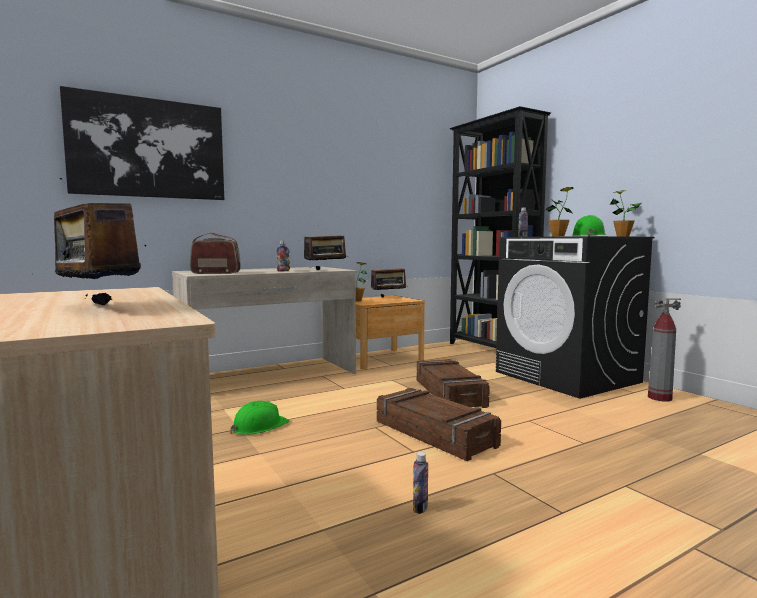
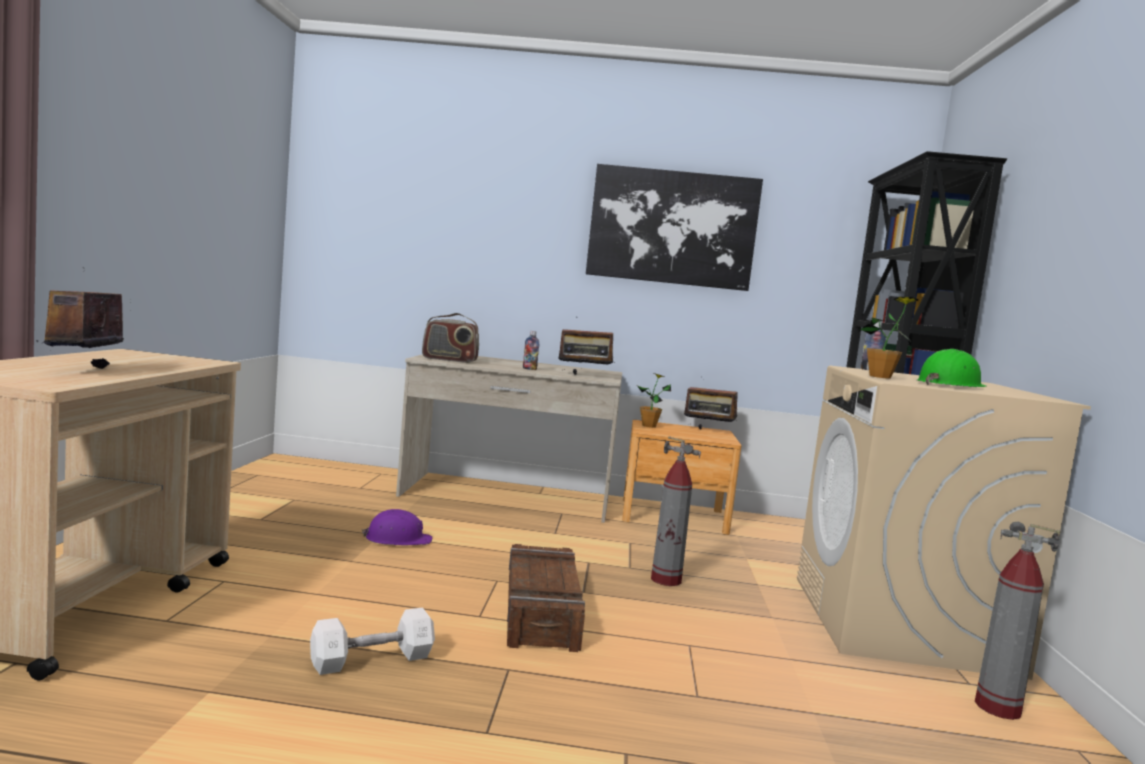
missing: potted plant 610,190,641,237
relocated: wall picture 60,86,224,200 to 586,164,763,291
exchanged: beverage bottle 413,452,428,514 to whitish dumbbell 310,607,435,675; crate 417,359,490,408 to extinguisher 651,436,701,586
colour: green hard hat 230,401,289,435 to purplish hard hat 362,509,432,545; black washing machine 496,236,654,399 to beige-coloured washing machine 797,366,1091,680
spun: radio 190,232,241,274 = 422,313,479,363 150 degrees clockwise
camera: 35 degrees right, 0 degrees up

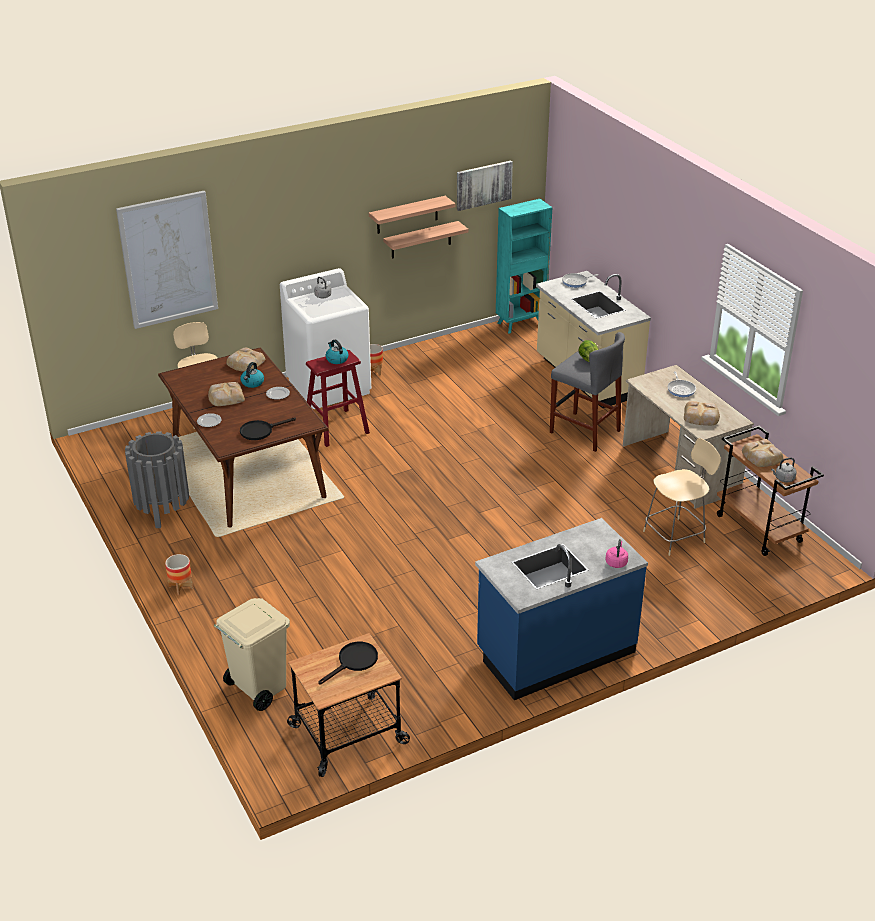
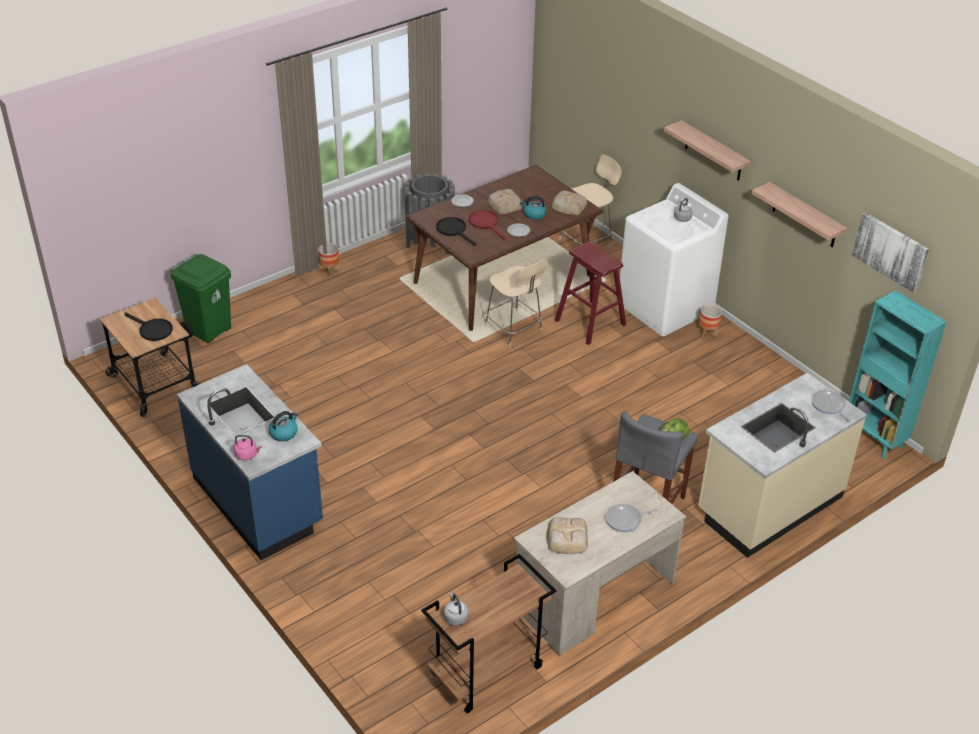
missing: wall picture 116,191,218,329; bread 742,439,783,467
appeared: red pan 469,210,506,240
relocated: water kettle 326,339,349,364 to 269,411,298,441; bracket shelf 383,221,468,259 to 664,120,751,181; beige-coloured upright chair 643,438,721,556 to 485,260,548,347
colour: beige-coloured rubbish bin 214,598,290,711 to green rubbish bin 170,254,231,343
camera: 80 degrees right, 5 degrees up

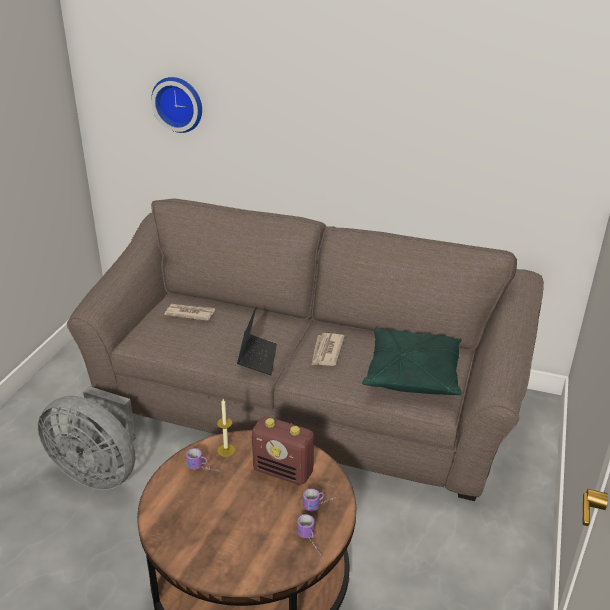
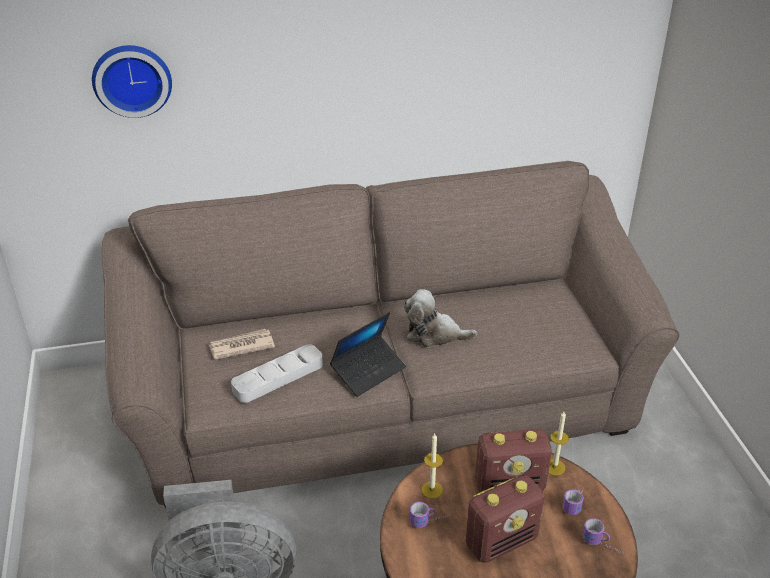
missing: green cushion 362,328,462,395
appeared: greyish carrying tray 231,344,323,403; radio 465,475,544,563; wax candle 548,412,569,476
exchanged: printed paper 312,333,345,366 to plush toy 404,289,477,348
spun: laptop 237,307,277,375 = 330,312,406,397 75 degrees clockwise
camera: 30 degrees left, 5 degrees up

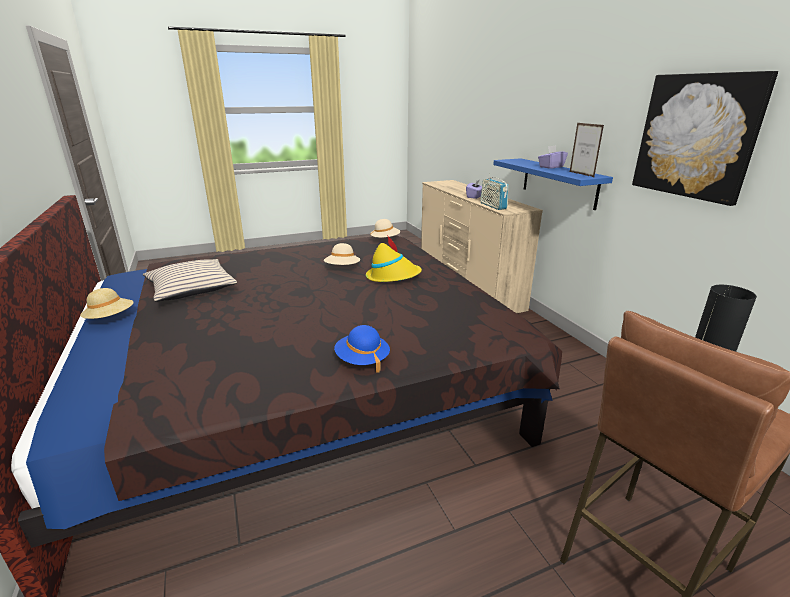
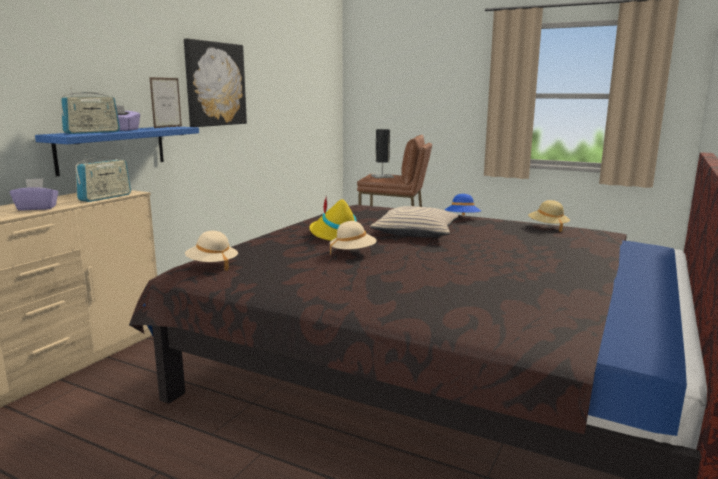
appeared: radio 61,88,120,134
relocated: beige-coloured wearable hat 80,288,134,319 to 528,200,570,232; beige-coloured cushion 143,259,237,302 to 370,206,459,238
camera: 130 degrees left, 10 degrees down

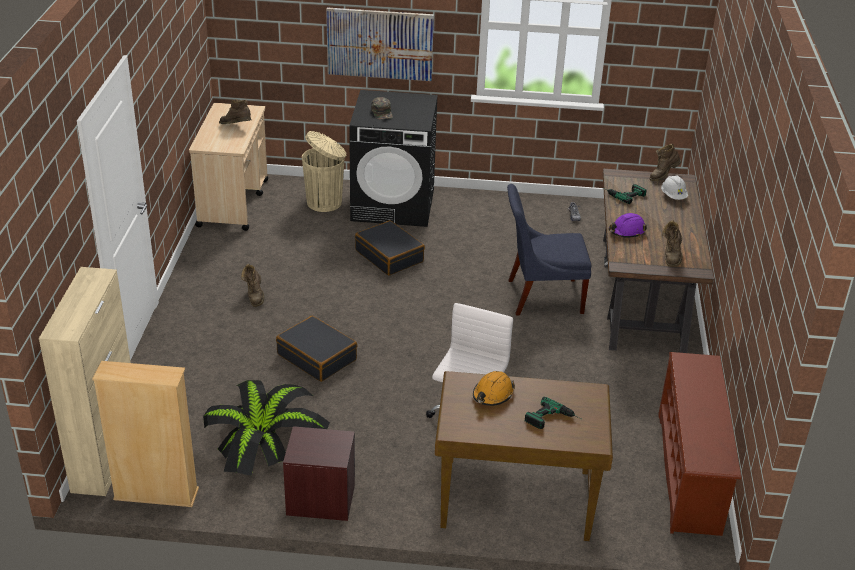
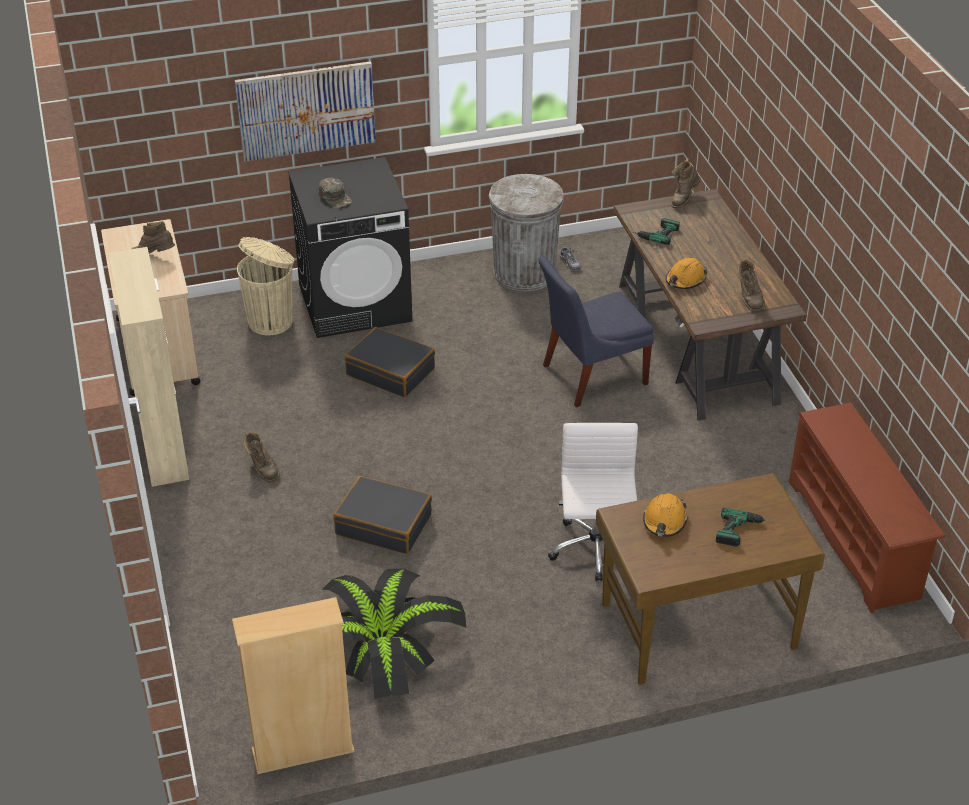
missing: brownish bedside table 283,426,355,521; whitish hard hat 661,175,688,200
appeared: greyish rubbish bin 489,174,564,291
relocated: beige-coloured storage cabinet 39,267,131,496 to 109,247,189,487
colour: purplish hard hat 609,213,647,237 to orange hard hat 665,258,707,289
camera: 20 degrees left, 5 degrees up

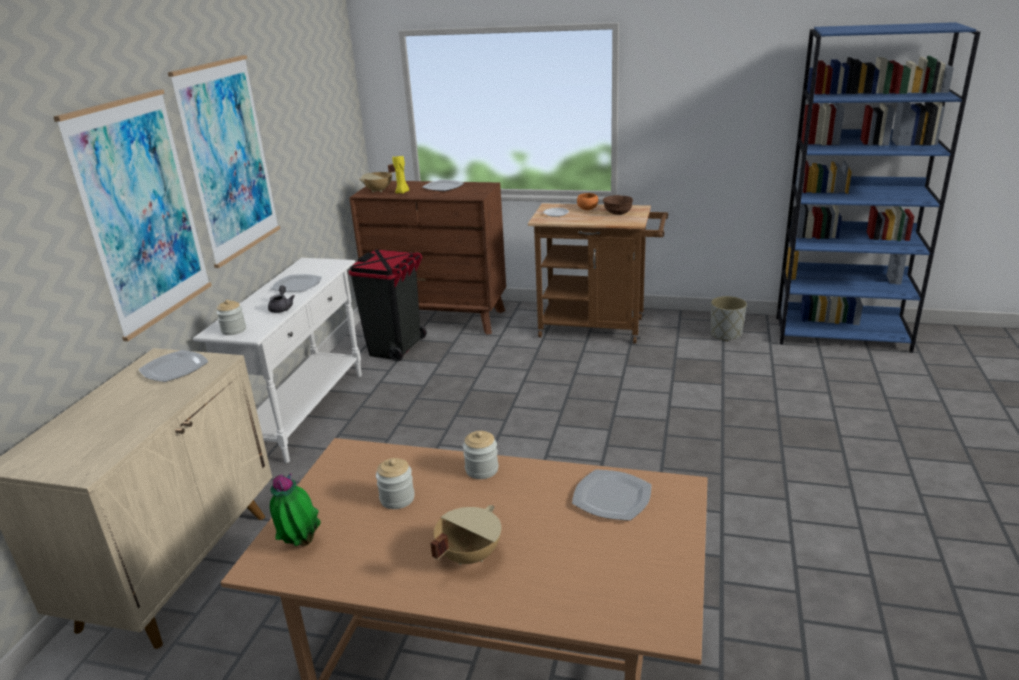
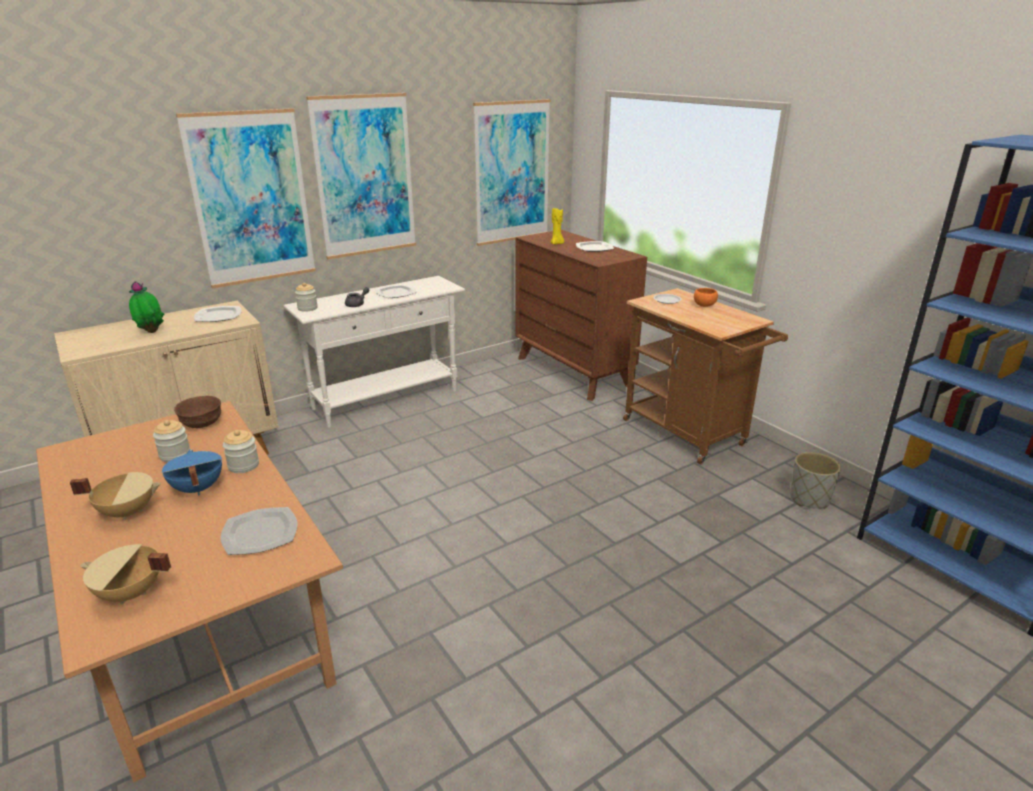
missing: black rubbish bin 349,250,427,361
appeared: blue cooking pot 162,449,222,495; wall picture 473,99,551,246
relocated: potted plant 270,473,321,546 to 129,281,164,333; beige-coloured cooking pot 359,164,395,192 to 80,544,171,605; brownish deep dish 603,195,633,215 to 174,396,221,428
camera: 40 degrees right, 0 degrees up

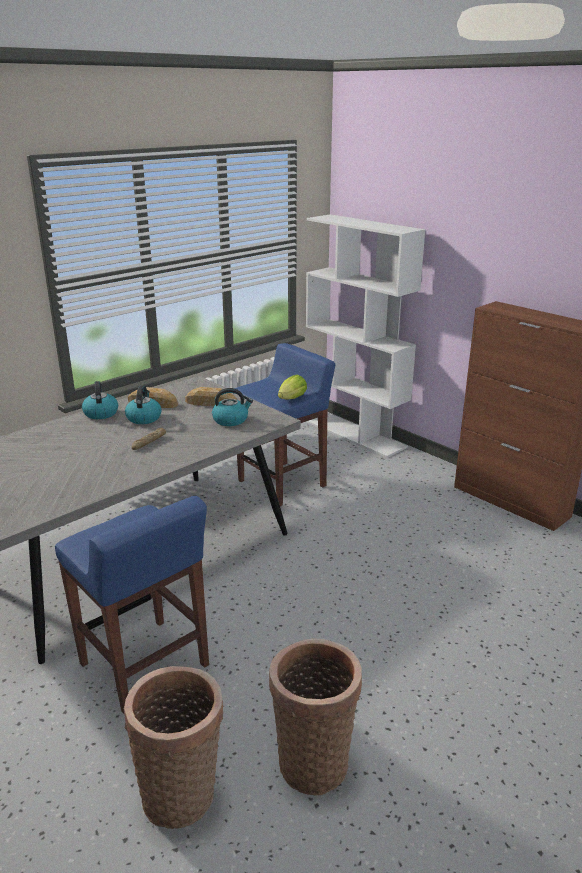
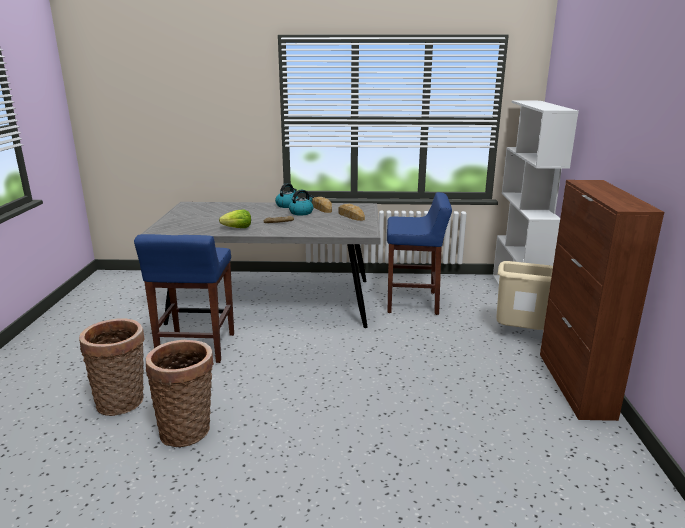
missing: water kettle 212,388,253,426
appeared: beige-coloured rubbish bin 496,261,553,330
relocated: lettuce 278,375,307,400 to 219,209,251,228
camera: 45 degrees right, 5 degrees down

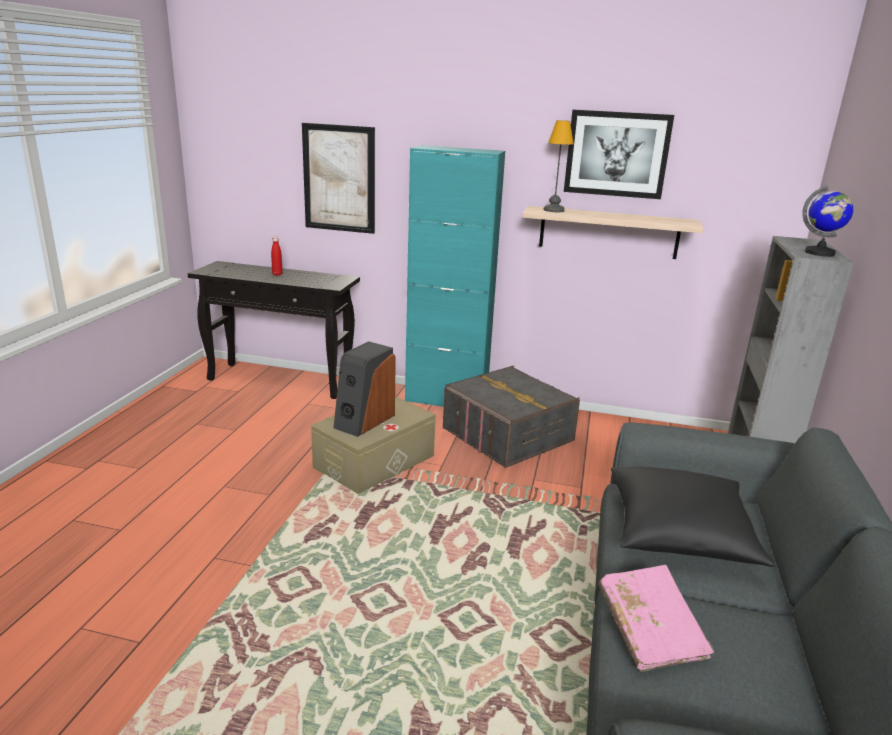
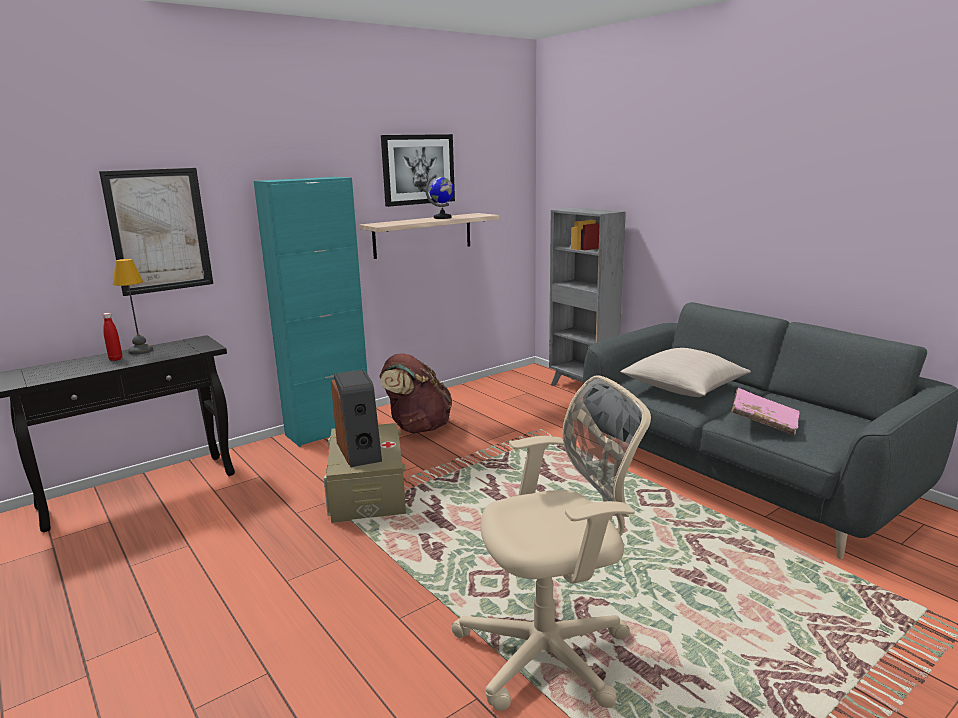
appeared: beige-coloured office chair 451,375,651,711
relocated: lamp for a table 543,120,574,212 to 113,259,154,355; desk globe 802,185,853,257 to 425,174,454,219
exchanged: greyish storage box 443,366,580,468 to brownish rucksack 379,353,452,434
colour: black cushion 611,467,774,567 to beige-coloured cushion 620,348,751,397
camera: 50 degrees left, 5 degrees down

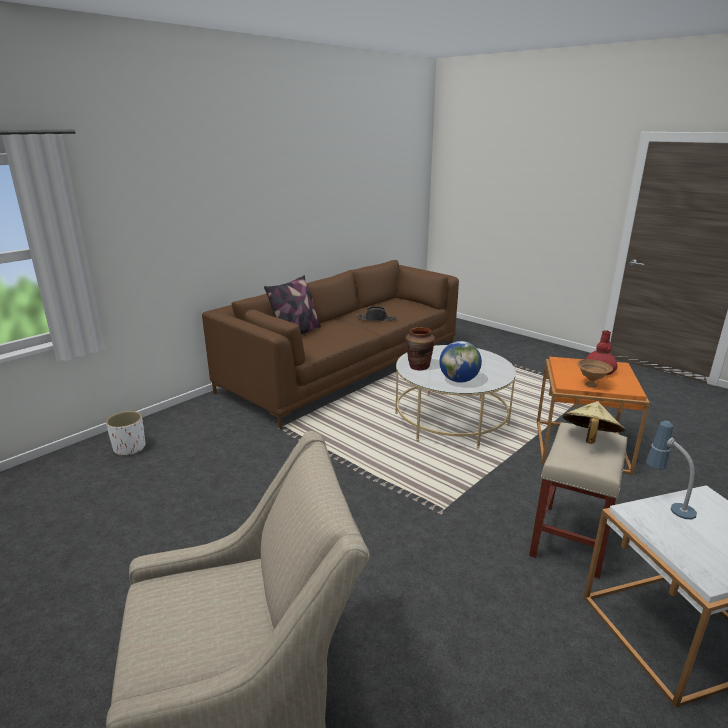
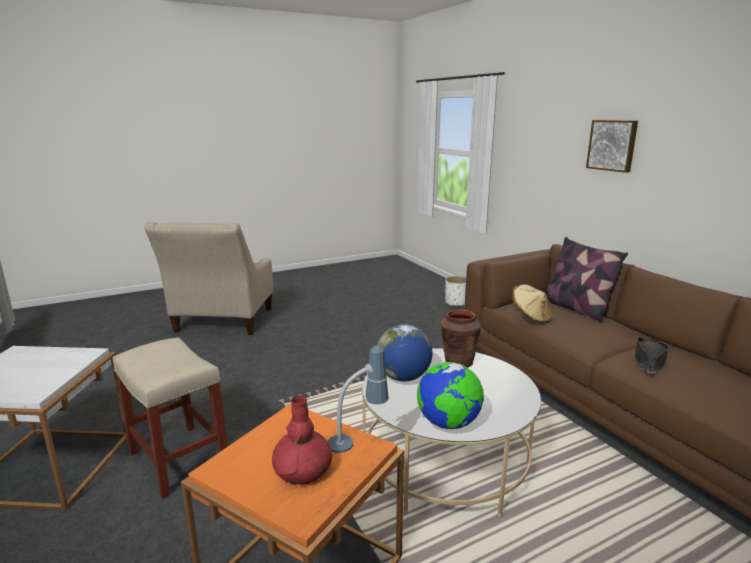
missing: brownish deep dish 577,359,613,387
appeared: desk globe 417,362,484,429; wall picture 586,120,638,173
relocated: beige-coloured wearable hat 562,401,625,444 to 512,285,553,323; lamp for a table 646,421,697,520 to 327,346,389,453
camera: 110 degrees right, 5 degrees down

